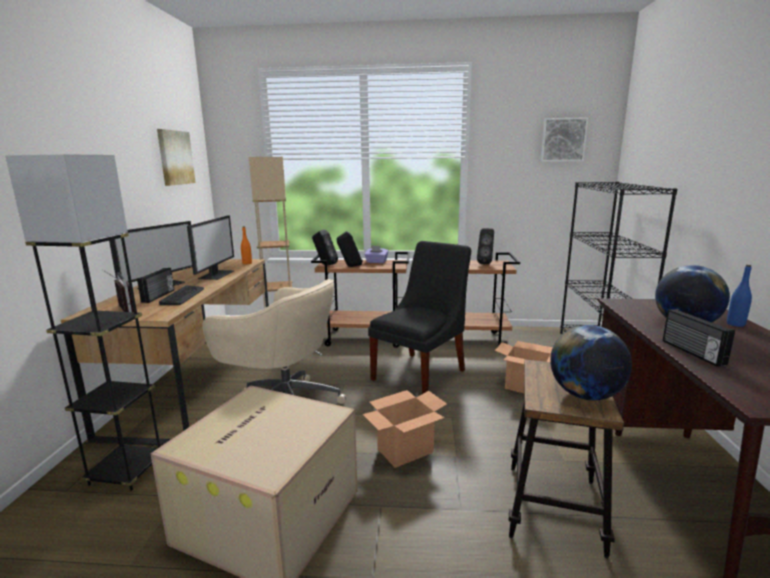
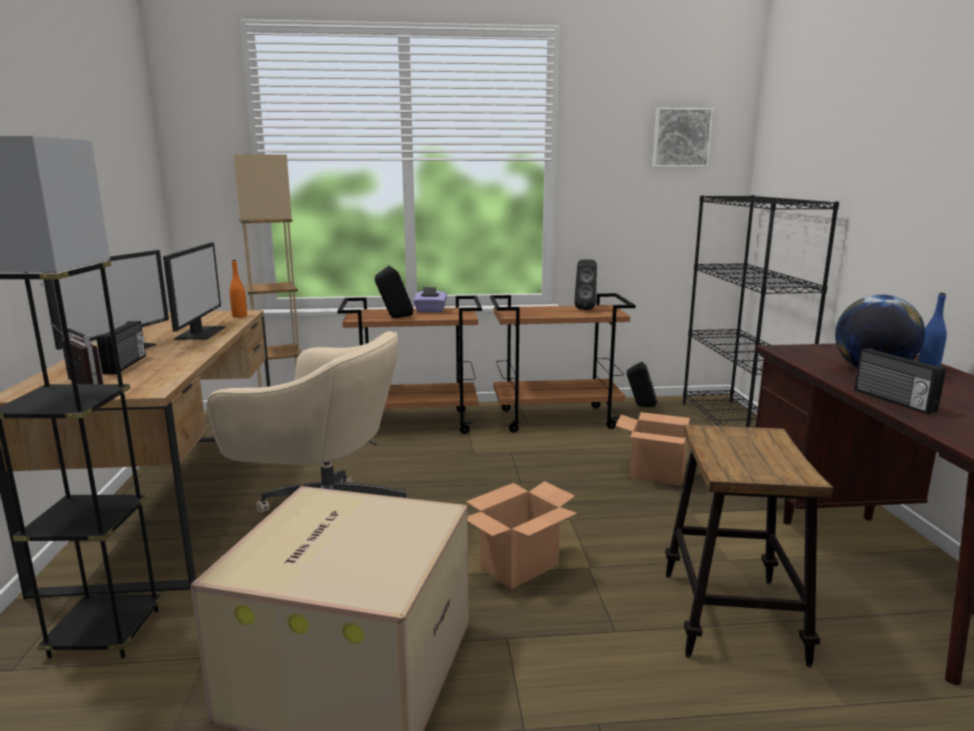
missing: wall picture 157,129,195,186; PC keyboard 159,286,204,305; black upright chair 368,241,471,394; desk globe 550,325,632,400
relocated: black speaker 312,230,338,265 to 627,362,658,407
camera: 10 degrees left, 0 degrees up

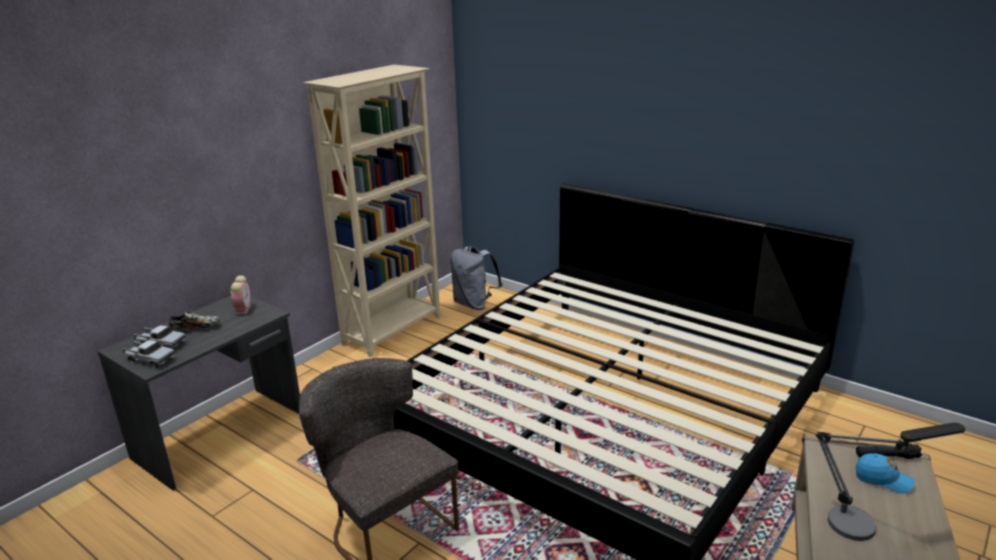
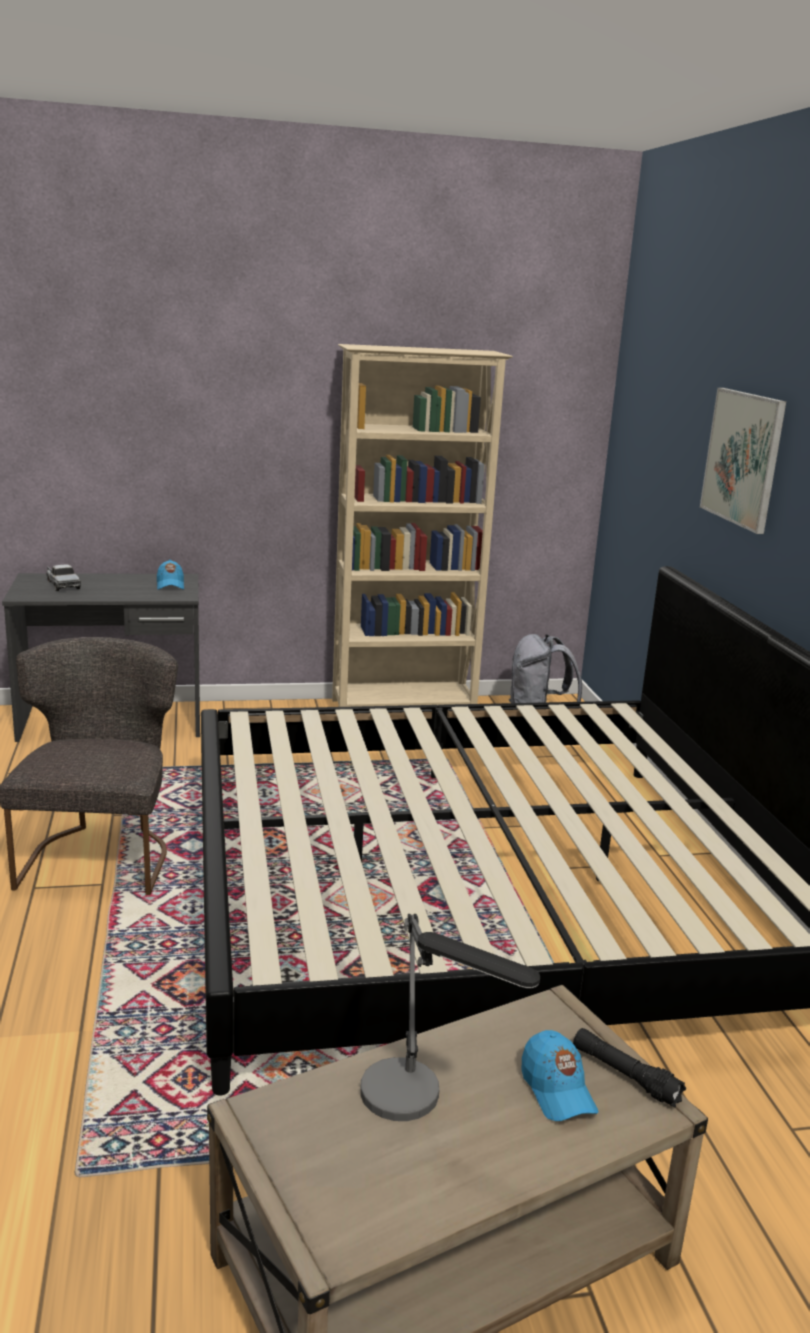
missing: toy lorry 122,340,175,368; item of footwear 168,312,220,331
appeared: wall picture 700,388,786,534
exchanged: bedside clock 230,275,251,315 to blue cap 157,560,184,590
camera: 40 degrees right, 5 degrees down

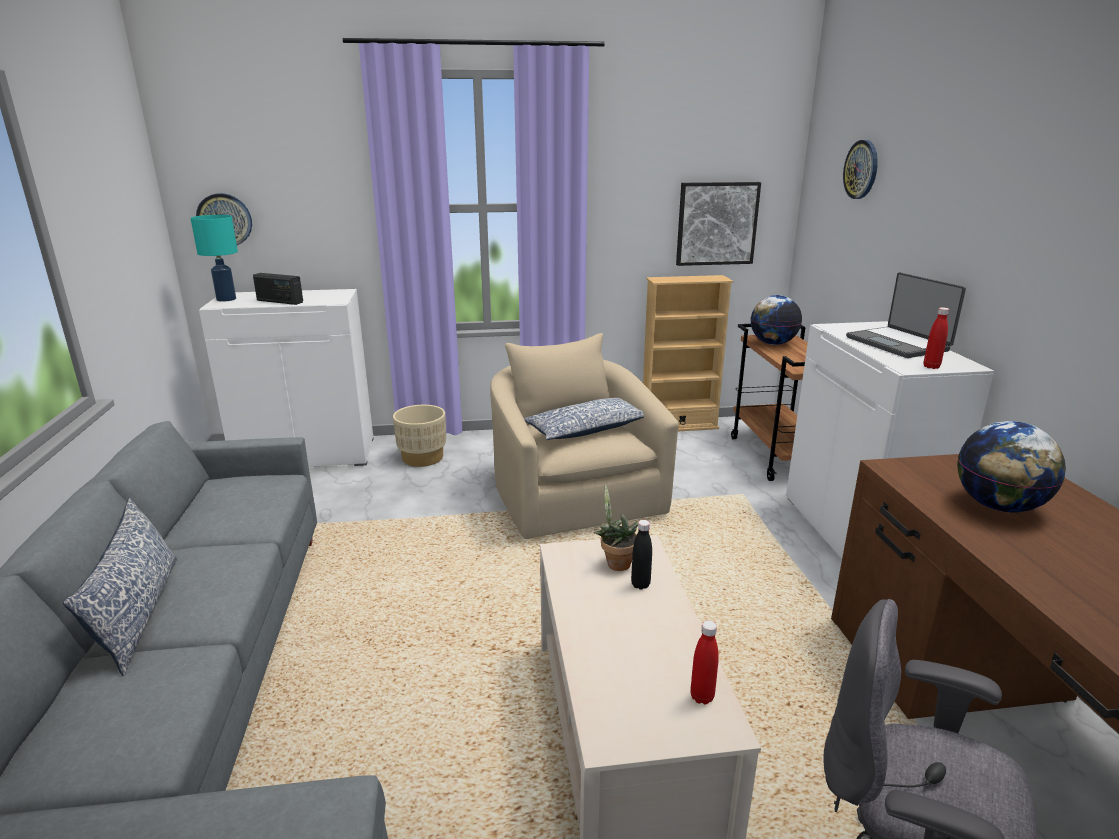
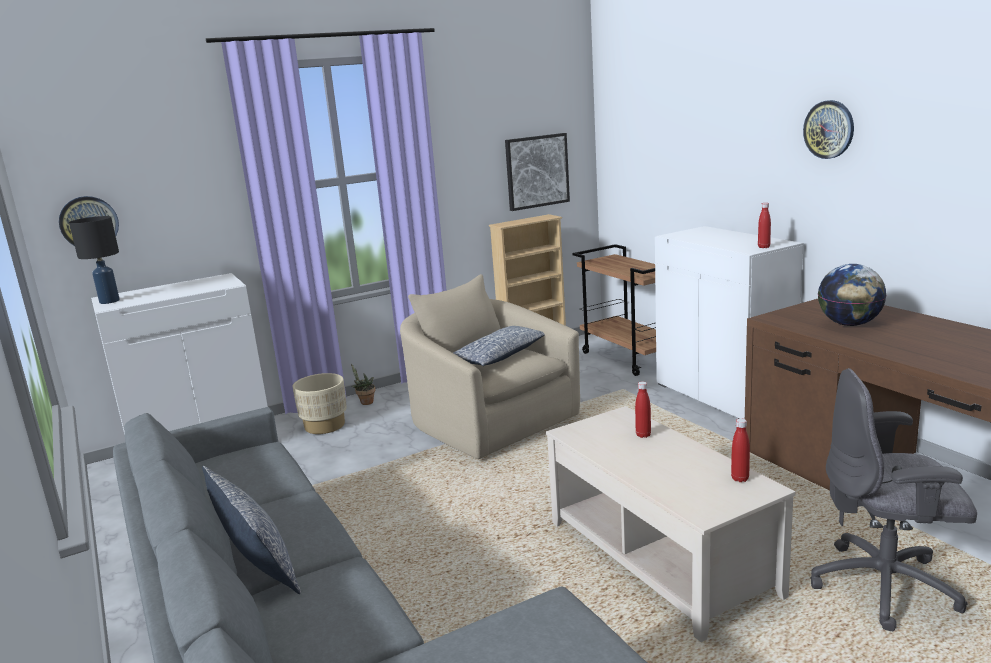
missing: radio 253,273,303,305; desk globe 751,295,802,345; laptop 846,272,966,358
relocated: potted plant 594,484,639,571 to 351,363,375,405; wall clock 843,140,878,199 to 803,100,854,159
colour: blue-green lamp for a table 191,215,238,302 to black lamp for a table 69,216,120,304; black beverage bottle 631,520,652,590 to red beverage bottle 635,381,651,438
camera: 20 degrees left, 5 degrees down

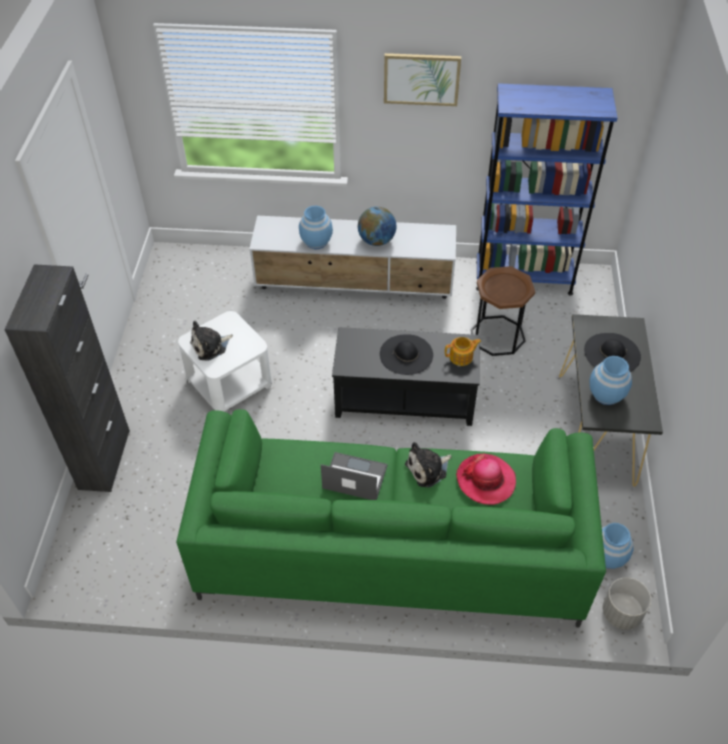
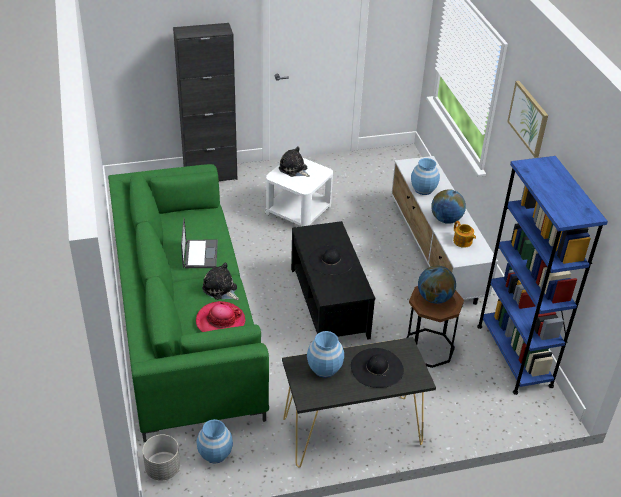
appeared: desk globe 418,266,456,304
relocated: tea pot 445,337,481,366 to 453,221,476,248
camera: 70 degrees right, 10 degrees down

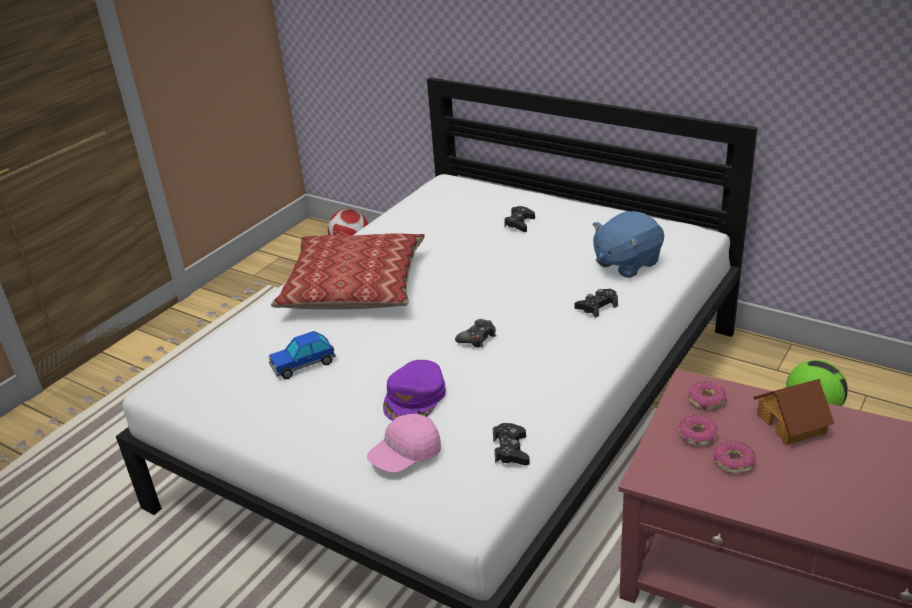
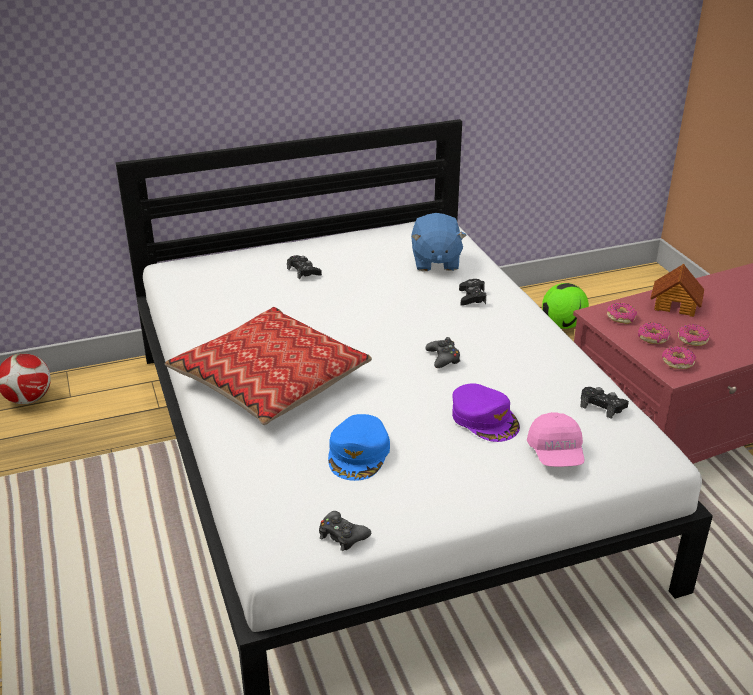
appeared: black game controller 319,511,371,551; doughnut 662,346,696,369
exchanged: model car 269,331,336,379 to blue cap 328,414,390,481
camera: 55 degrees left, 0 degrees up

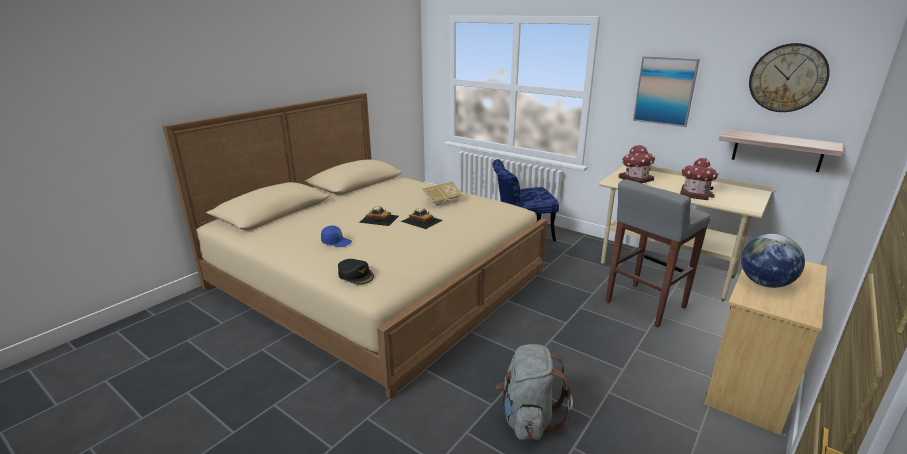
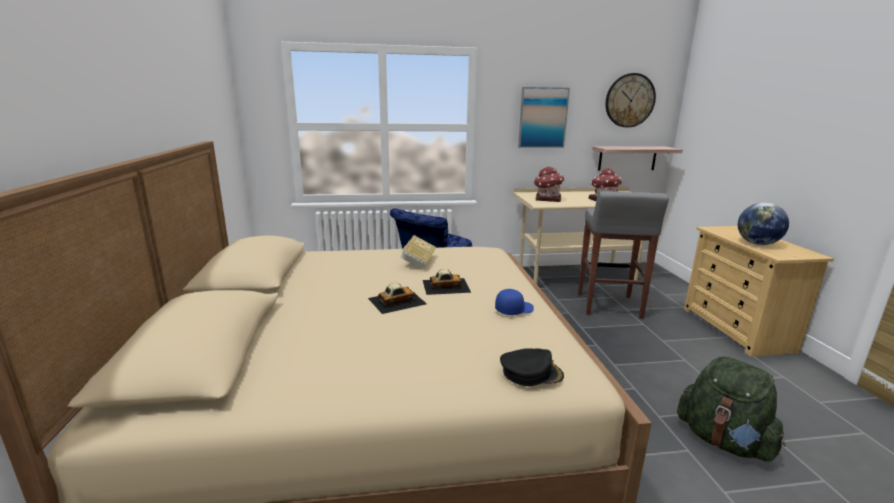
relocated: blue cap 321,226,352,247 to 495,289,534,315
colour: greyish rucksack 496,344,573,441 to green rucksack 677,357,786,462
camera: 45 degrees left, 5 degrees down

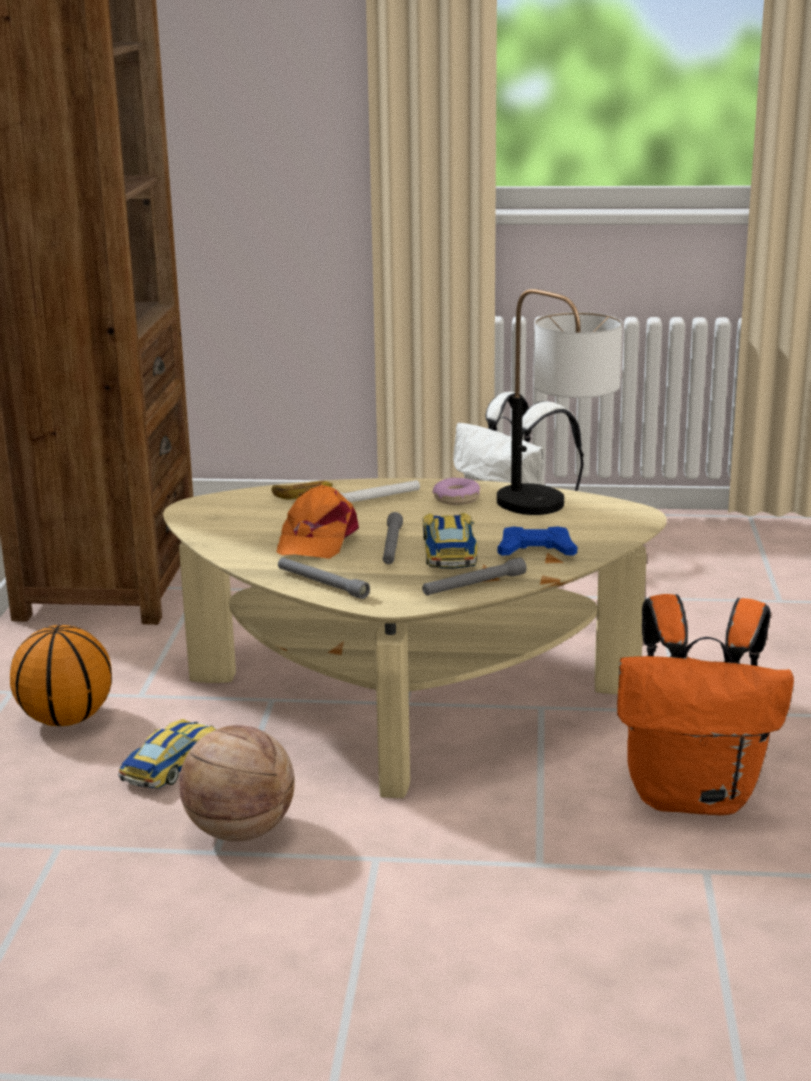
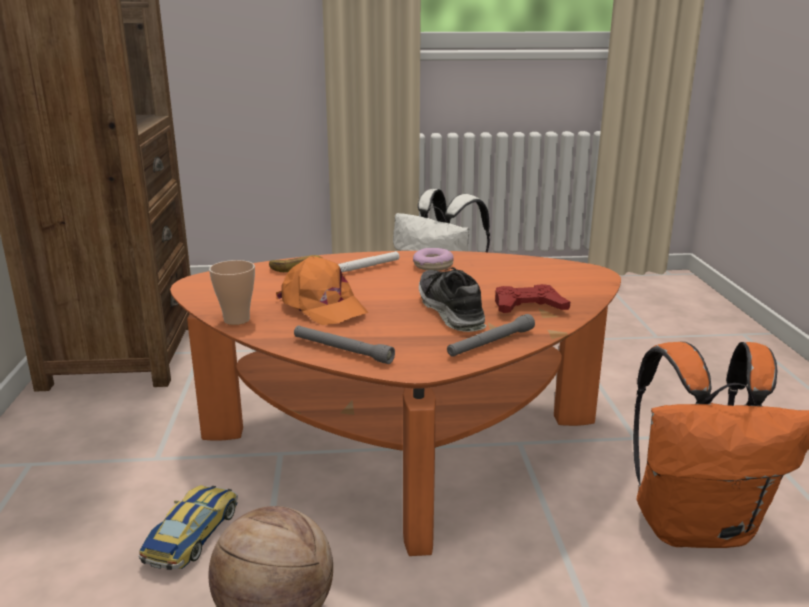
missing: ball for basketball 10,625,112,726; greyish hand torch 383,512,403,564; lamp for a table 497,289,622,515
appeared: small cup 209,260,255,325
exchanged: model car 423,512,477,569 to item of footwear 419,267,487,332
colour: beige-coloured low table 163,478,667,798 to orange low table 170,251,621,556; blue game controller 497,526,577,556 to red game controller 495,284,570,313
spun: orange cap 276,485,359,559 = 276,256,368,325 45 degrees counterclockwise
camera: 10 degrees left, 0 degrees up

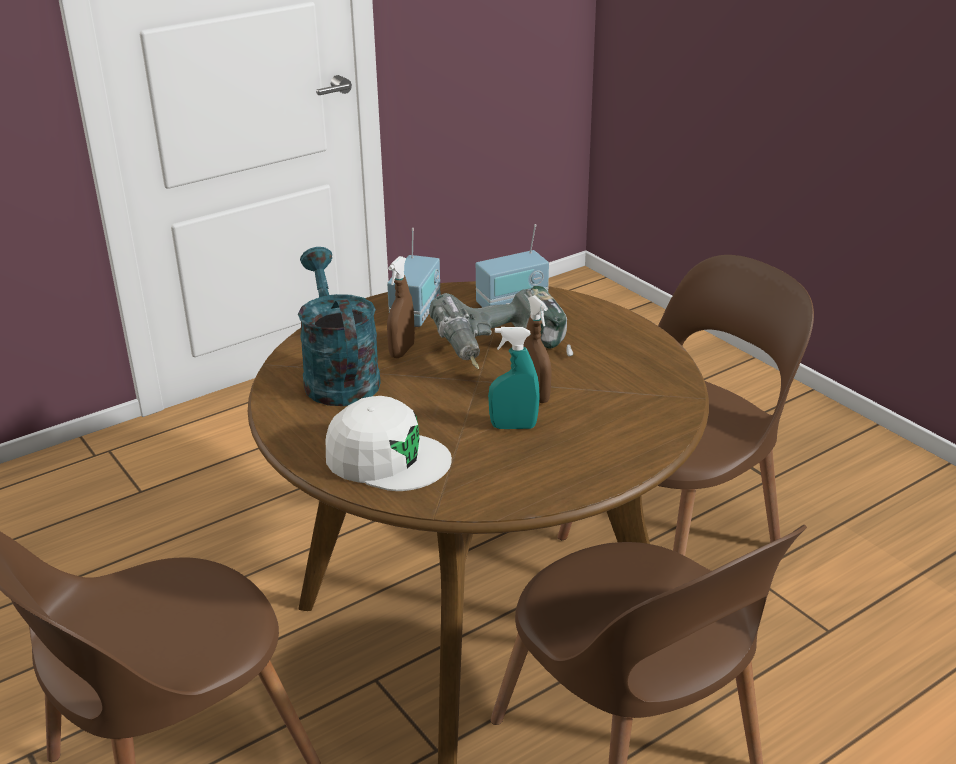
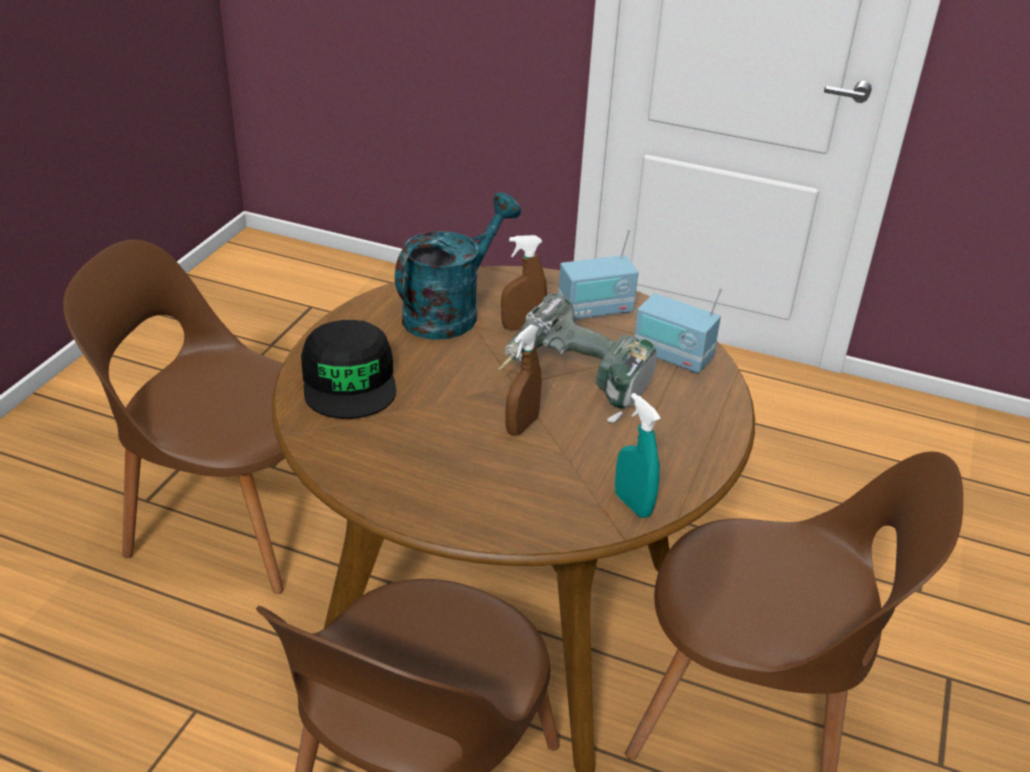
relocated: blue-green sprayer 488,327,540,429 to 615,393,661,518
colour: whitish cap 326,396,452,491 to black cap 301,320,396,419
camera: 55 degrees right, 5 degrees up

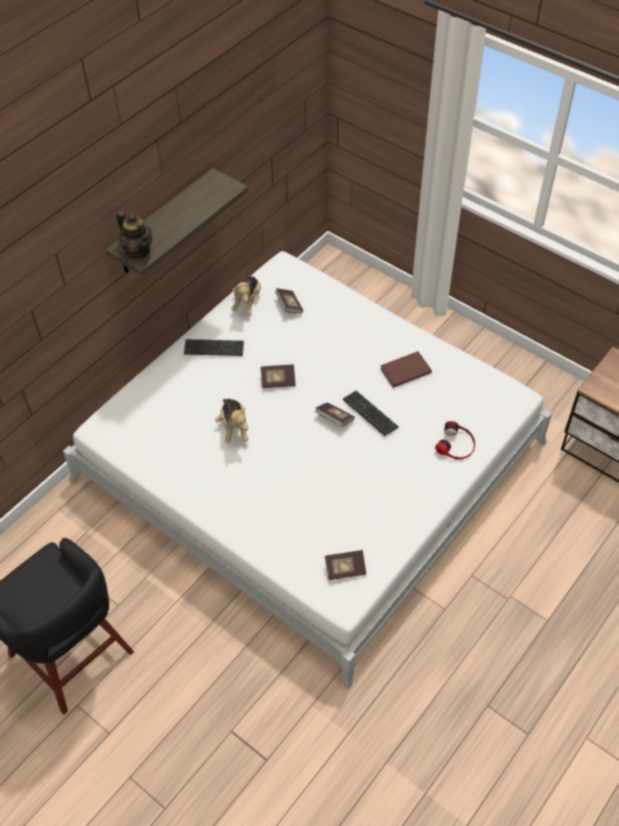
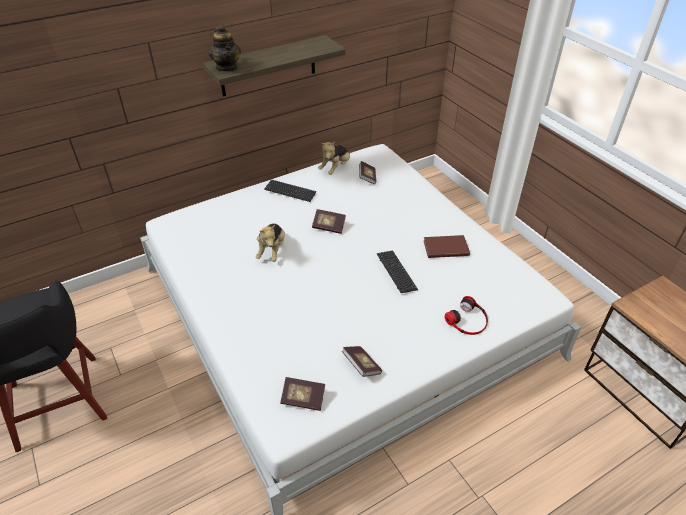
relocated: book 315,403,355,426 to 342,346,382,377
camera: 20 degrees right, 10 degrees down

